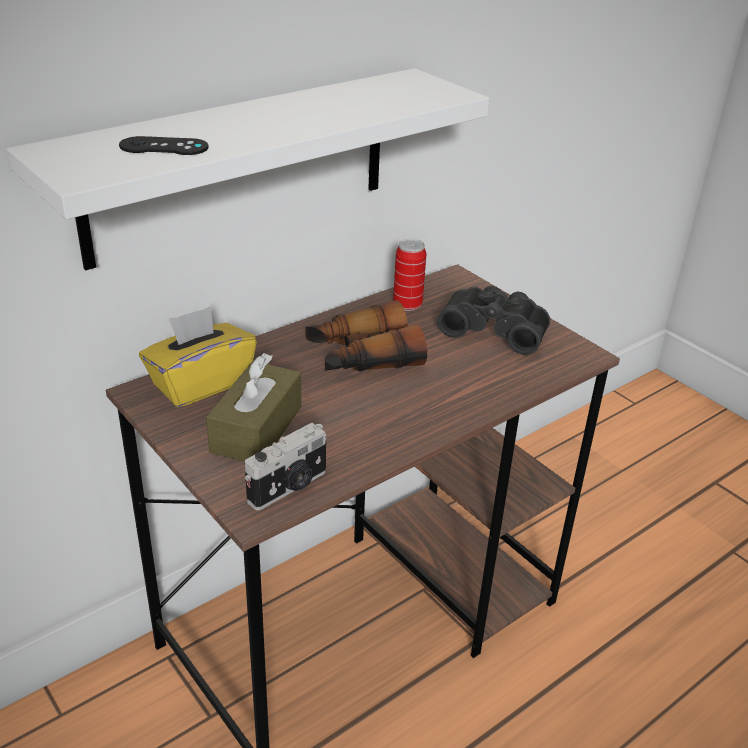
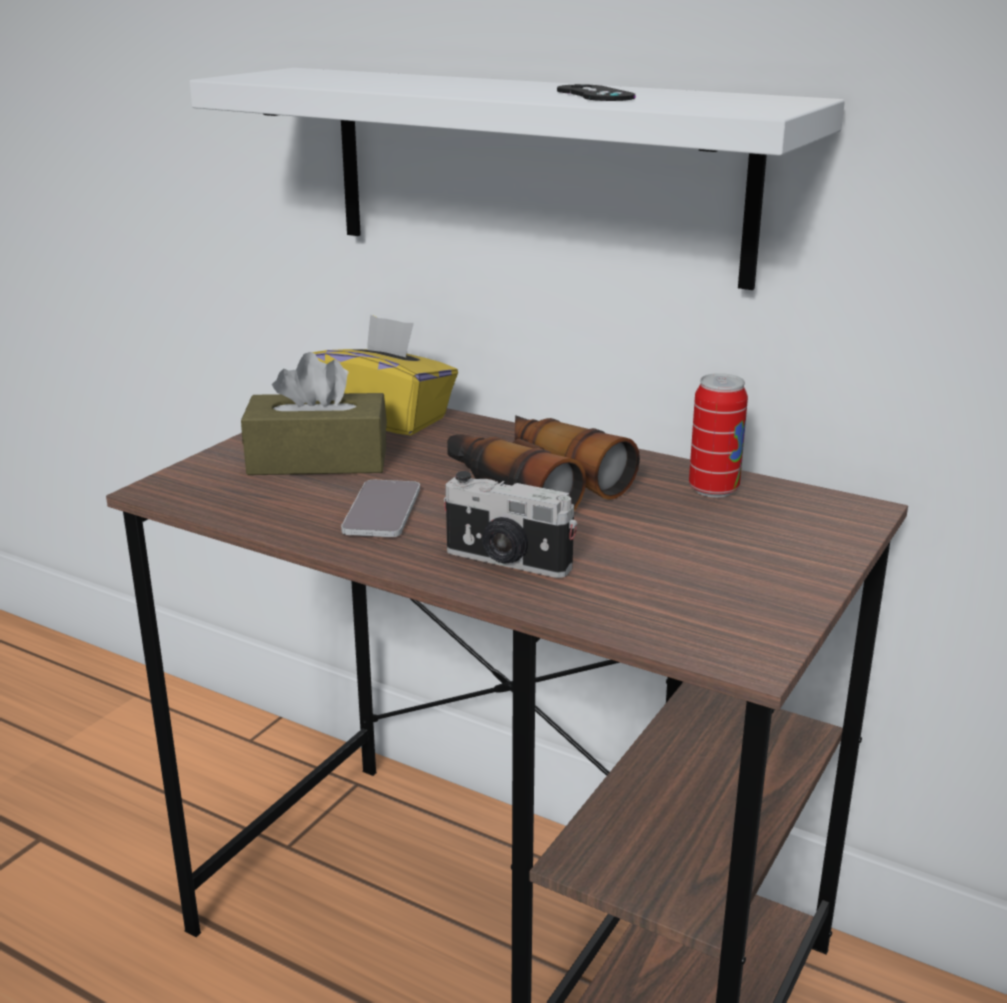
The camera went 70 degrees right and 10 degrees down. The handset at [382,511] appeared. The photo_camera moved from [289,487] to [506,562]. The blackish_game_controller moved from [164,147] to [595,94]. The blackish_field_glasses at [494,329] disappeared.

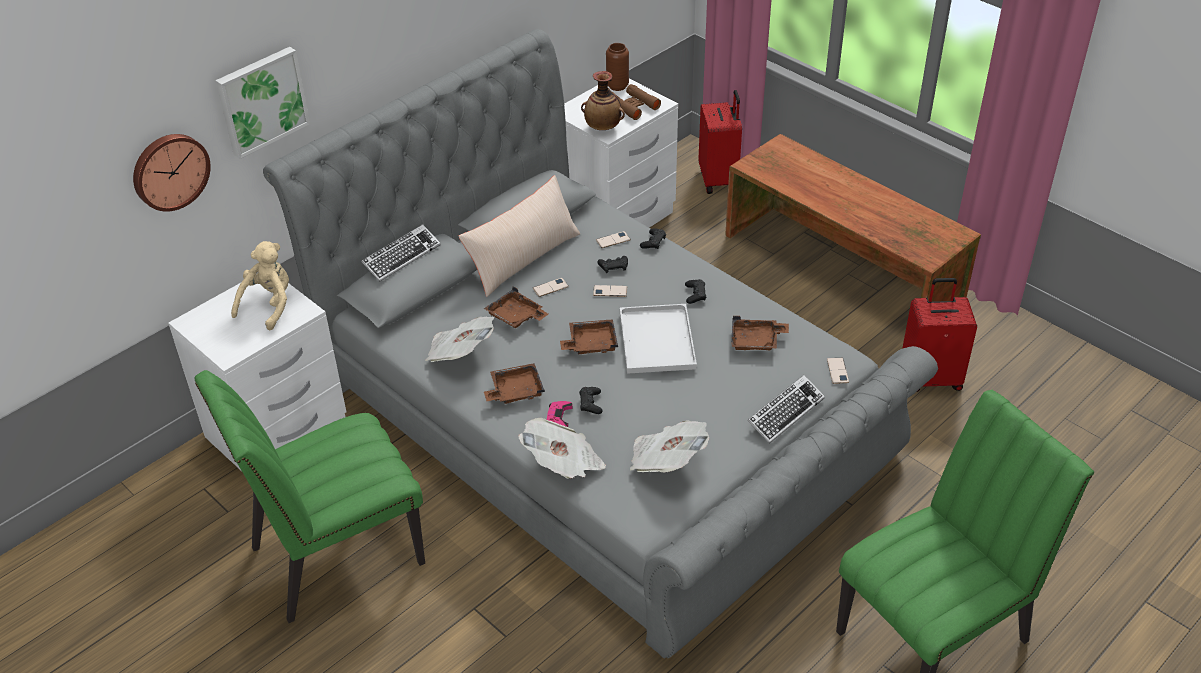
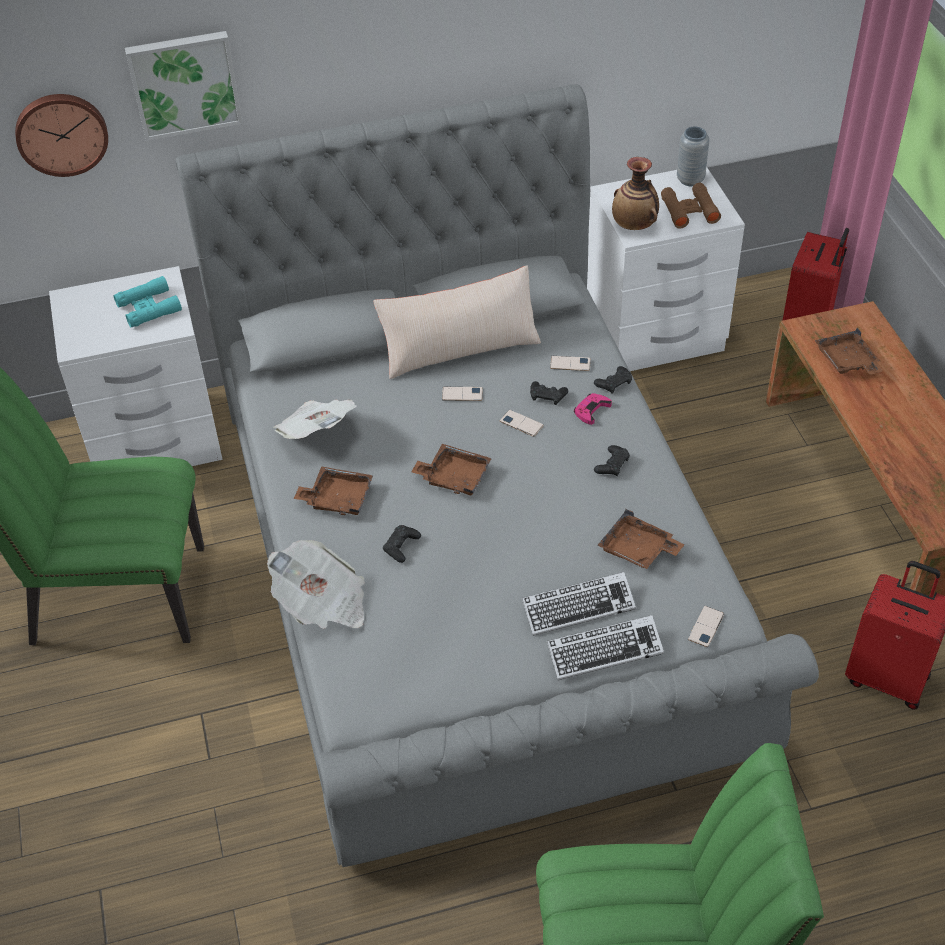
The camera went 30 degrees right and 5 degrees up. The beige_cuddly_toy at [269,305] was replaced by the blue-green_field_glasses at [148,308]. The computer_keyboard moved from [401,257] to [578,607]. The pink_game_controller moved from [558,417] to [591,410]. The brown-coloured_flower_vase at [617,86] became the gray_flower_vase at [690,180]. The brown-coloured_serving_tray moved from [516,316] to [847,361]. The whitish_serving_tray at [655,339] disappeared. The daily_paper at [666,461] disappeared.

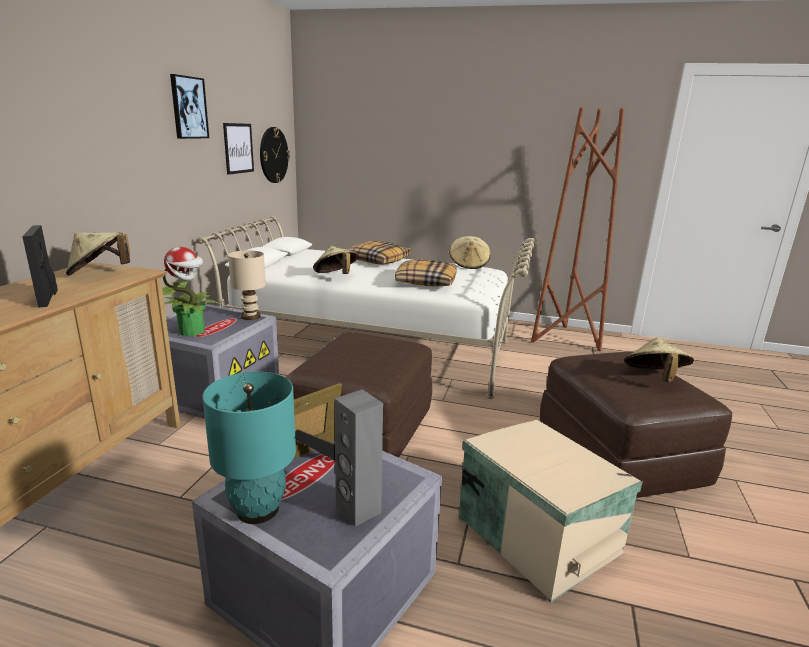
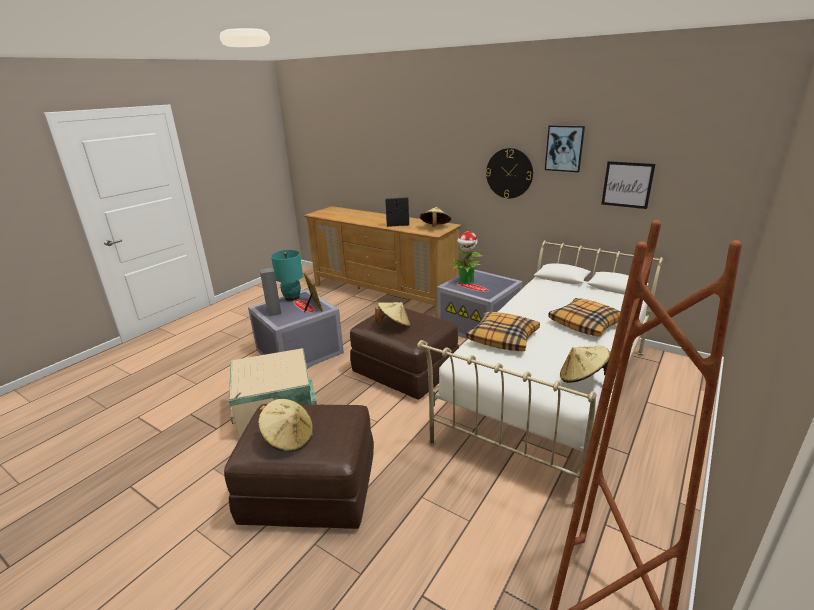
The camera went 110 degrees right and 5 degrees up. The beige_wearable_hat moved from [335,276] to [394,325]. The hanging_clock moved from [273,155] to [509,173]. The beige_lamp_for_a_table at [251,316] disappeared.

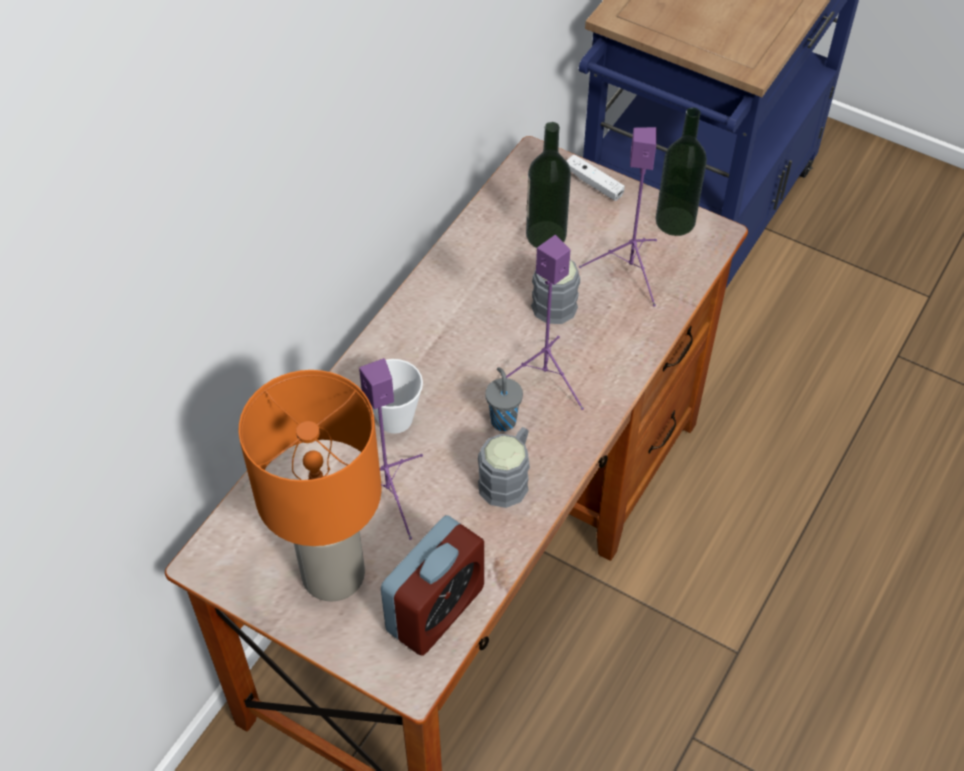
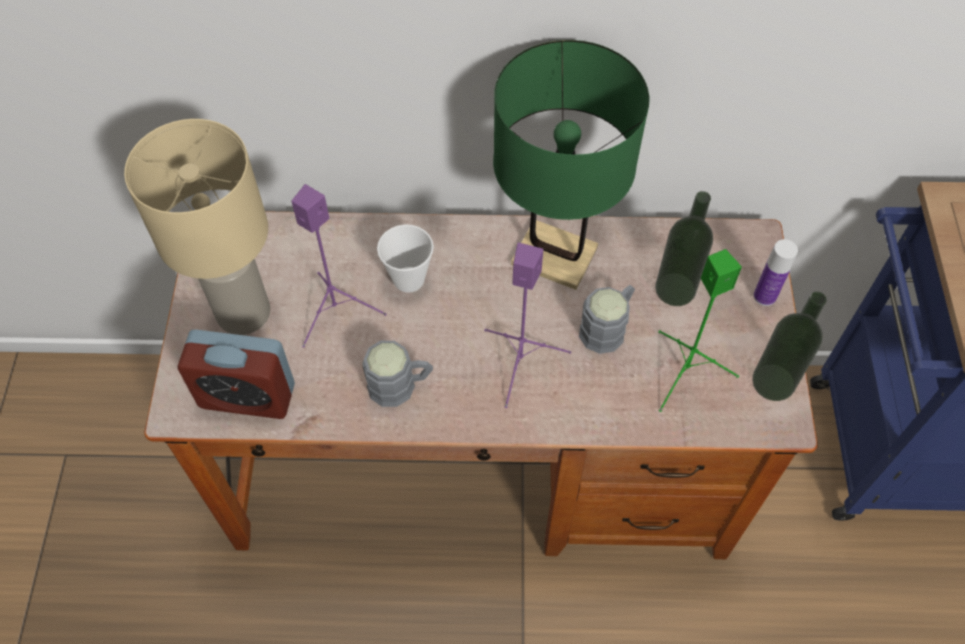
The camera went 60 degrees right and 5 degrees up. The orange-coloured_lamp_for_a_table at [333,576] became the beige_lamp_for_a_table at [242,313]. The green-coloured_lamp_for_a_table at [554,256] appeared. The purple-coloured_loudspeaker at [630,269] became the green-coloured_loudspeaker at [686,372]. The whitish_game_controller at [593,183] was replaced by the beverage_bottle at [764,296]. The gray_small_cup at [503,419] disappeared.

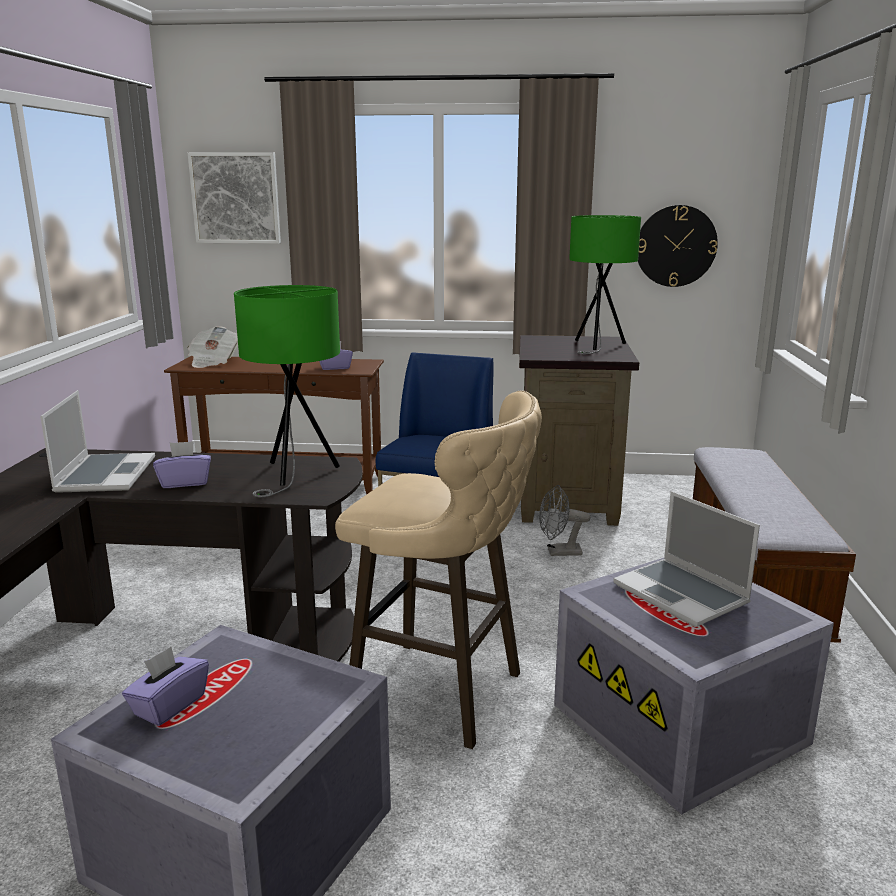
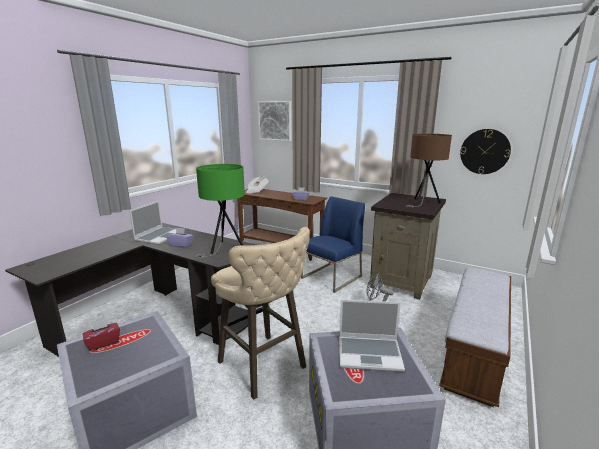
The camera went 25 degrees right and 0 degrees up. The purple-coloured_tissue_holder at [169,705] became the red-coloured_tissue_holder at [103,342]. The laptop at [682,594] turned 75 degrees counterclockwise. The green-coloured_lamp_for_a_table at [597,346] became the brown-coloured_lamp_for_a_table at [422,203].

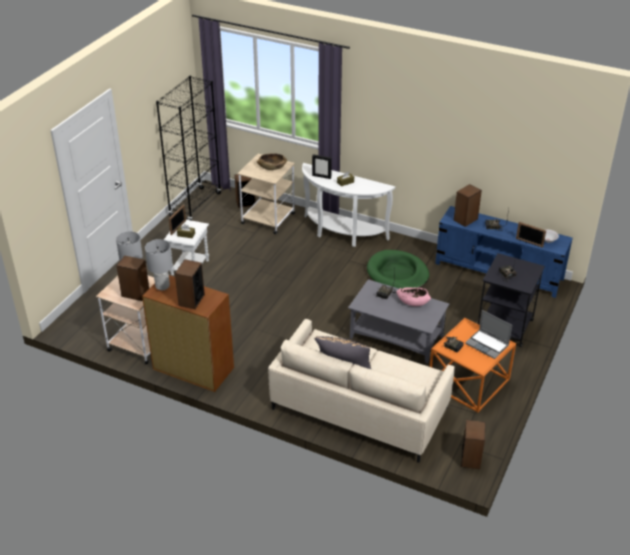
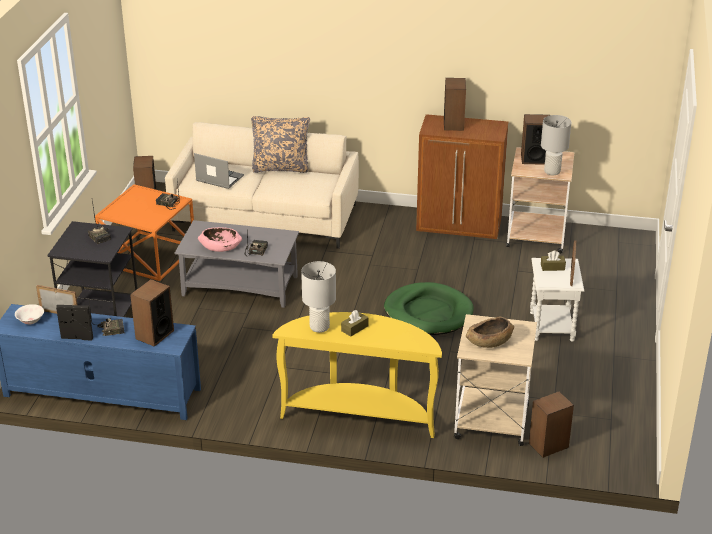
The camera went 165 degrees right and 5 degrees down. The picture_frame moved from [321,176] to [77,338]. The laptop moved from [487,345] to [219,179]. The whitish_narrow_table at [341,233] became the yellow_narrow_table at [360,415]. The gray_lamp_for_a_table moved from [162,287] to [319,329]. The green-coloured_pet_bed moved from [397,273] to [428,313]. The blackish_shelving_unit at [195,205] disappeared.

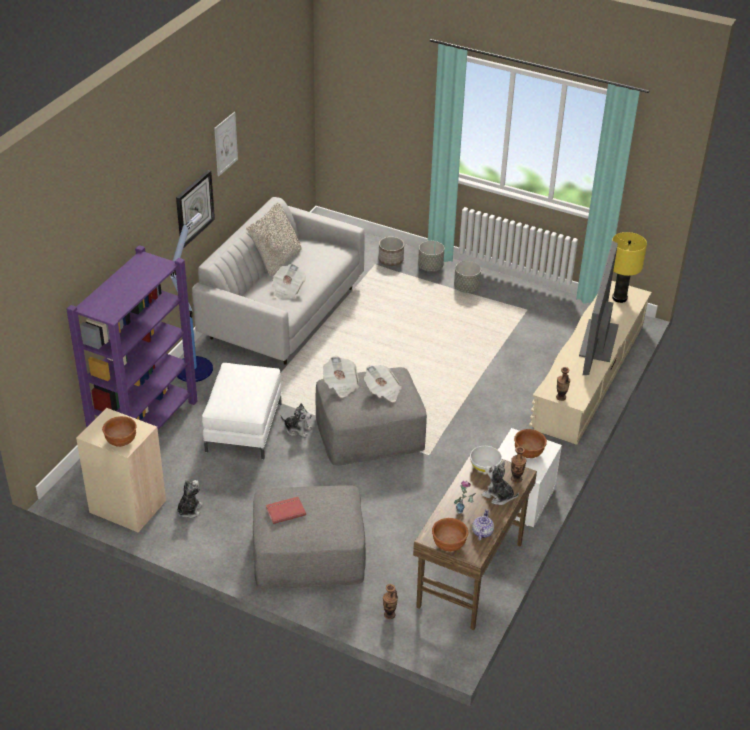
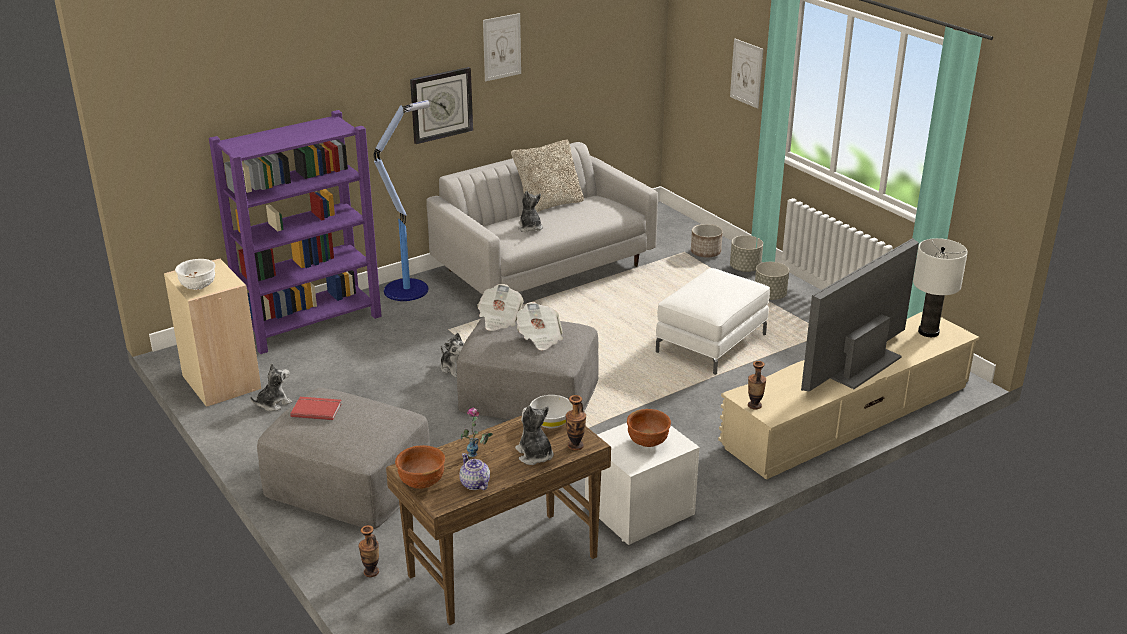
The camera went 30 degrees right and 10 degrees down. The brown-coloured_serving_bowl at [121,441] became the whitish_serving_bowl at [199,287]. The teapot at [482,532] turned 75 degrees counterclockwise. The daily_paper at [287,290] was replaced by the cuddly_toy at [530,228]. The whitish_footrest moved from [244,427] to [711,343]. The picture at [746,73] appeared. The yellow_lamp_for_a_table at [619,298] became the whitish_lamp_for_a_table at [928,332].

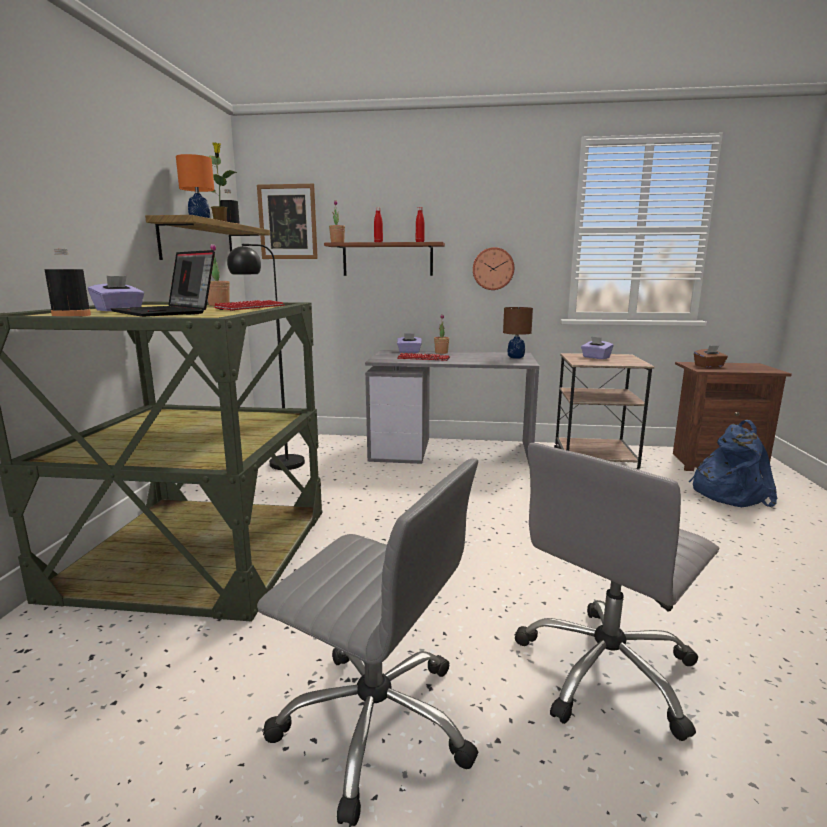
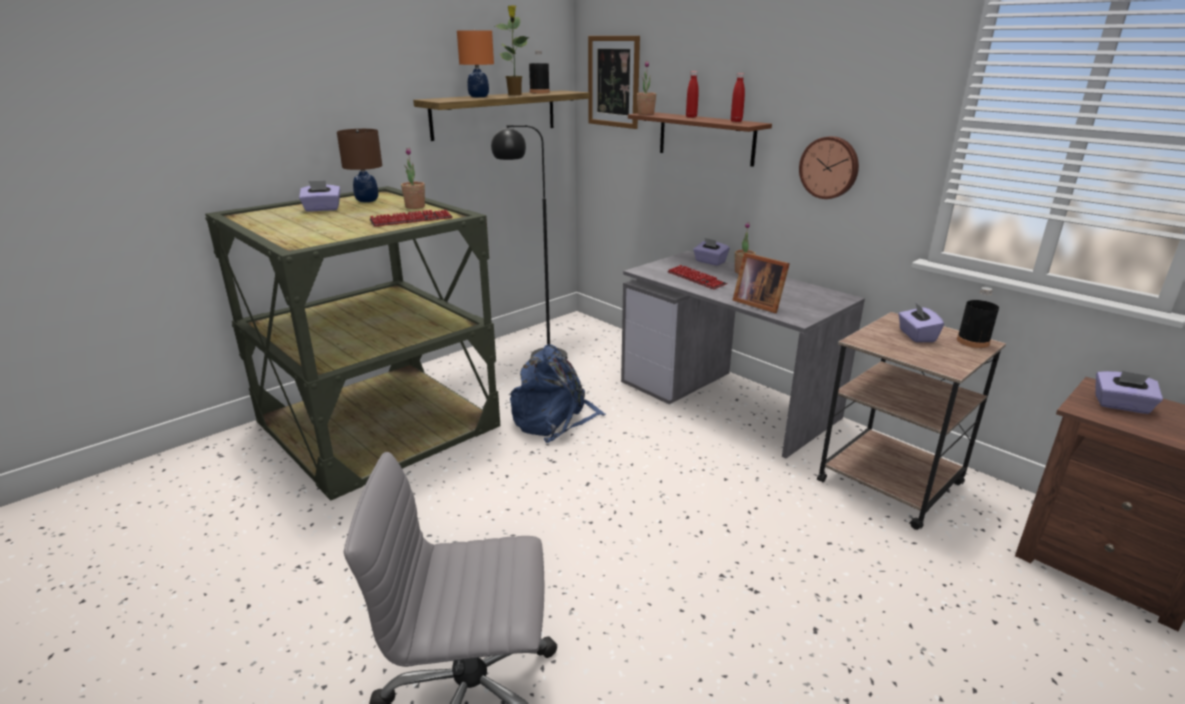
The camera went 40 degrees right and 10 degrees up. The brown-coloured_lamp_for_a_table moved from [516,357] to [368,201]. The blue-coloured_rucksack moved from [728,493] to [554,420]. The picture_frame at [758,303] appeared. The blackish_beverage_bottle moved from [71,315] to [972,342]. The brown-coloured_tissue_holder at [709,366] became the purple-coloured_tissue_holder at [1121,405]. The laptop at [167,312] disappeared. The gray_desk_chair at [376,723] disappeared.

